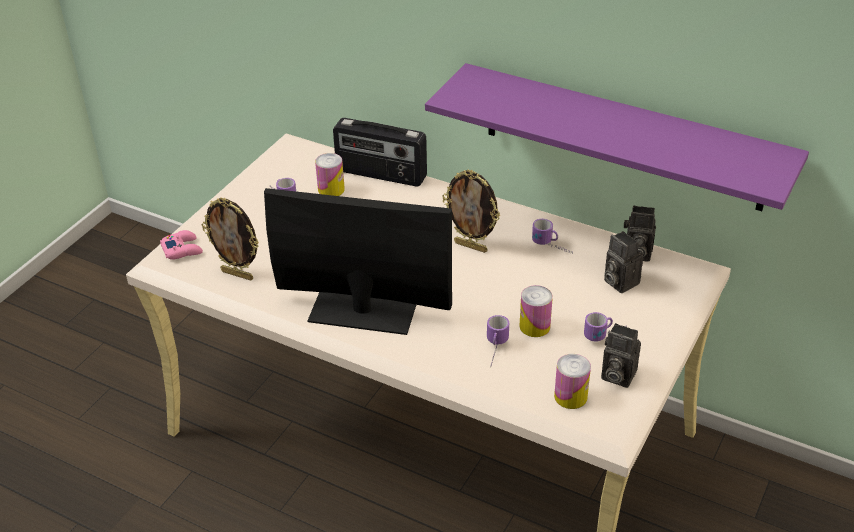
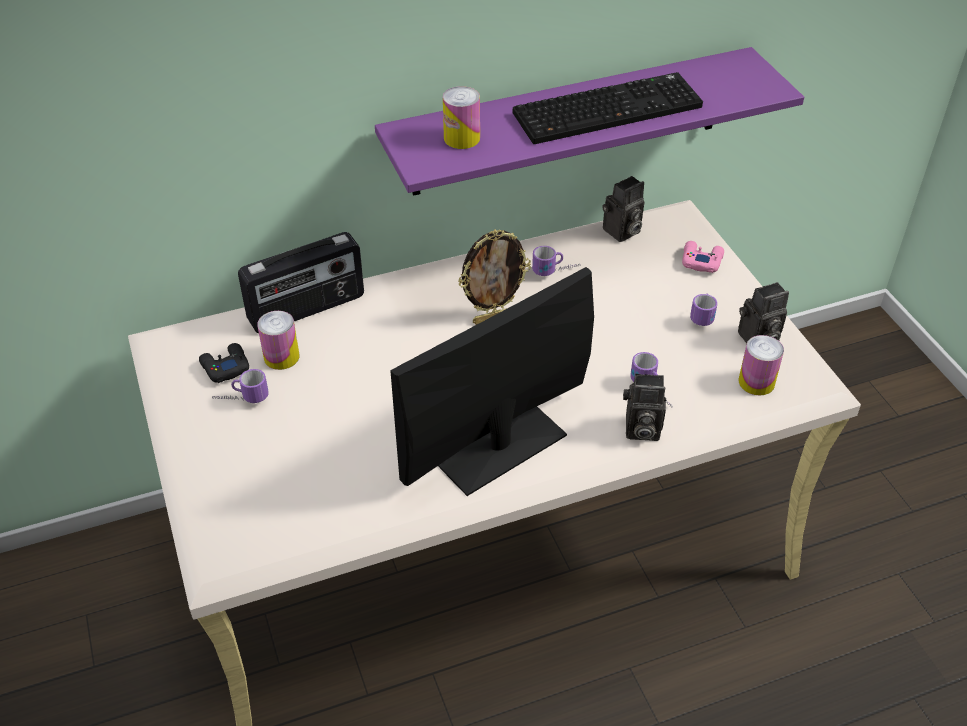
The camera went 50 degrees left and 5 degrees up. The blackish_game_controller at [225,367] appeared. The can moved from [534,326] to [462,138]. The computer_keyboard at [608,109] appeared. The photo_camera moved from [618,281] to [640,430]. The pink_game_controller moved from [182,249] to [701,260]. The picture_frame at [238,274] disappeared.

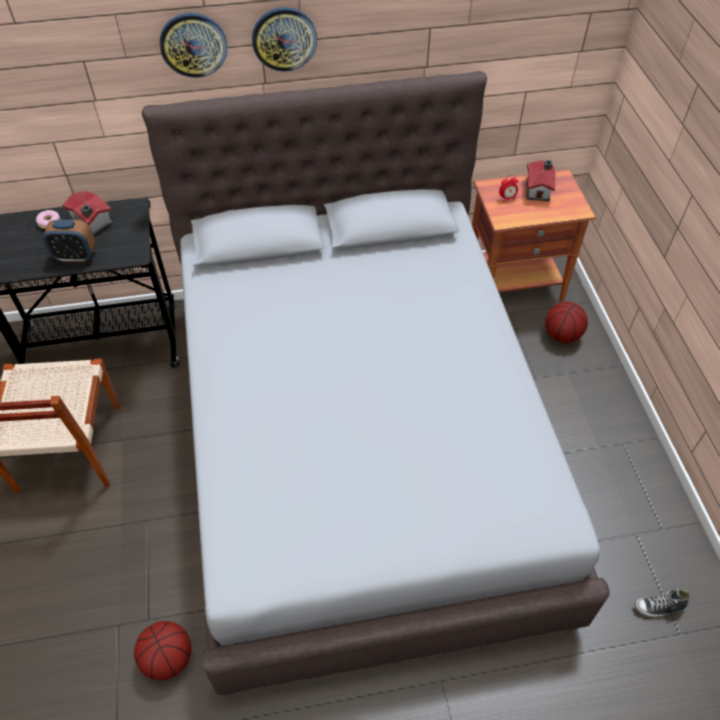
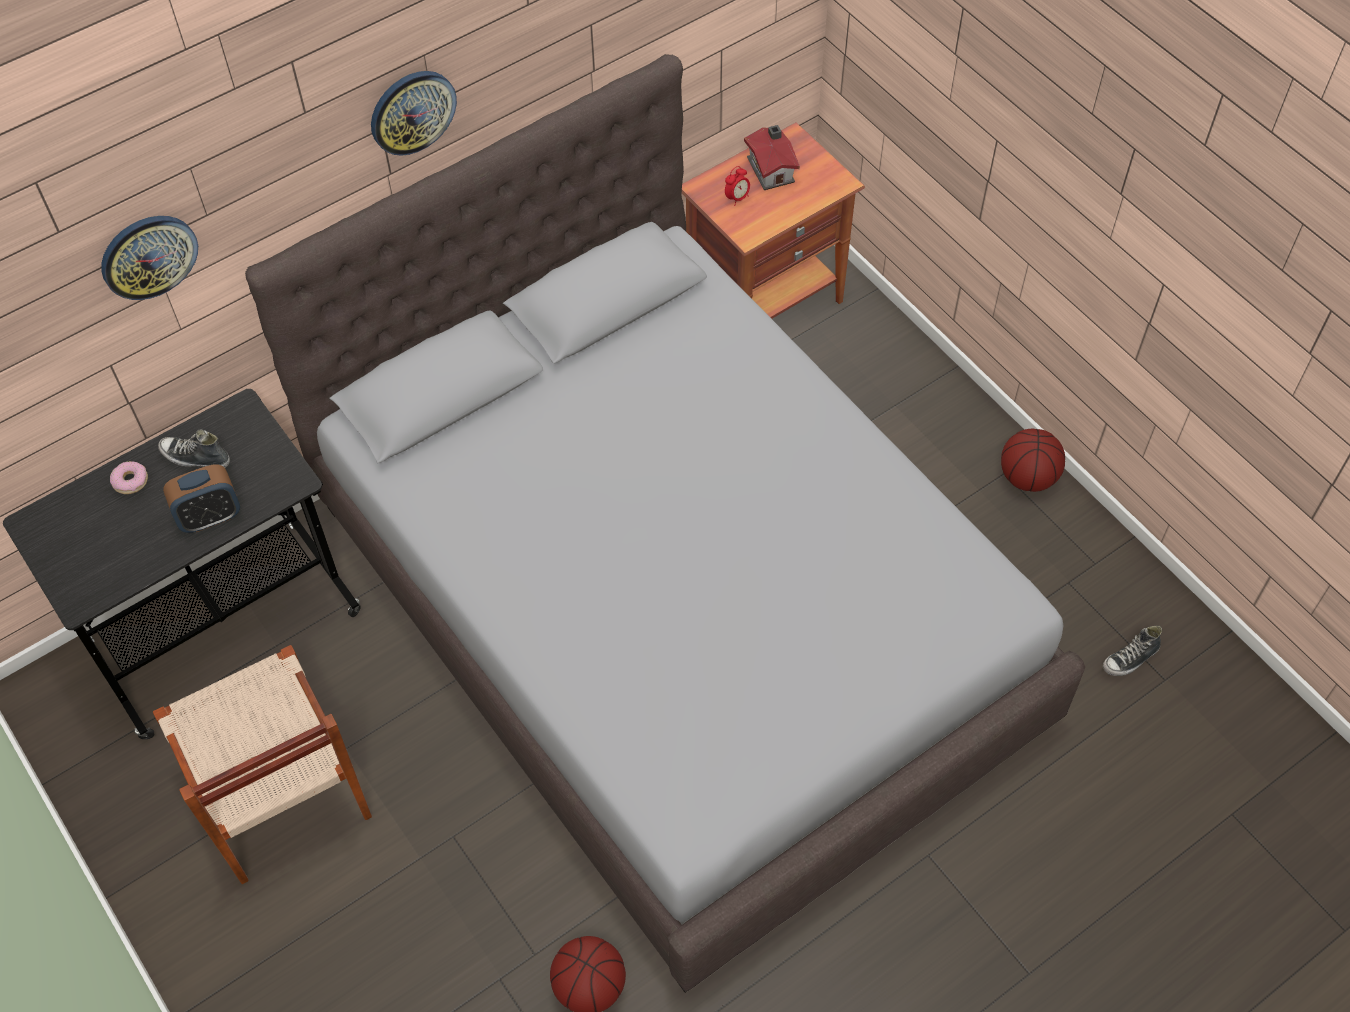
The camera went 25 degrees left and 5 degrees up. The hanging_clock moved from [193,44] to [148,256]. The toy_house at [91,222] was replaced by the shoe at [195,457]. The basketball moved from [562,335] to [1028,477].

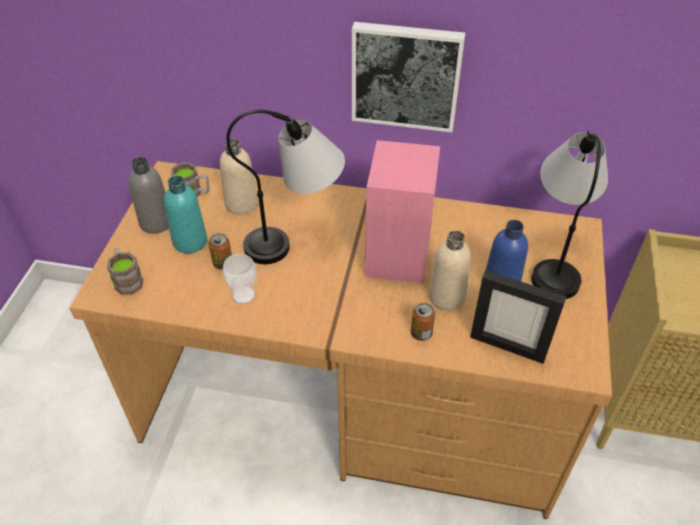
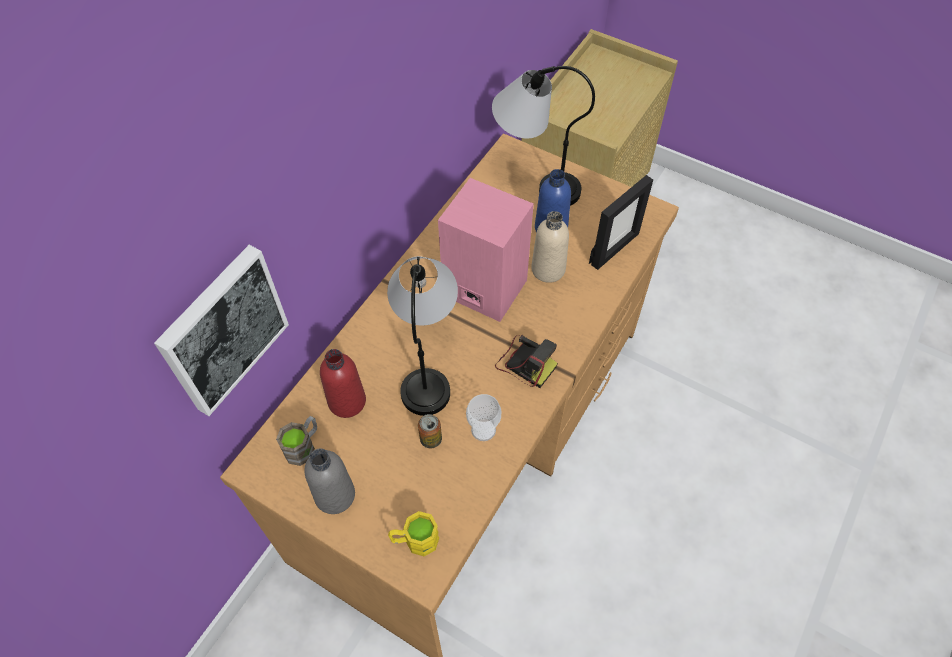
The camera went 70 degrees left and 10 degrees up. The picture moved from [406,75] to [222,329]. The beige_beverage_bottle at [241,204] became the red-coloured_beverage_bottle at [347,401]. The brown-coloured_tea_mug at [127,280] became the yellow_tea_mug at [415,540]. The photo_camera at [525,363] appeared. The blue-green_beverage_bottle at [190,241] disappeared. The can at [421,333] disappeared.

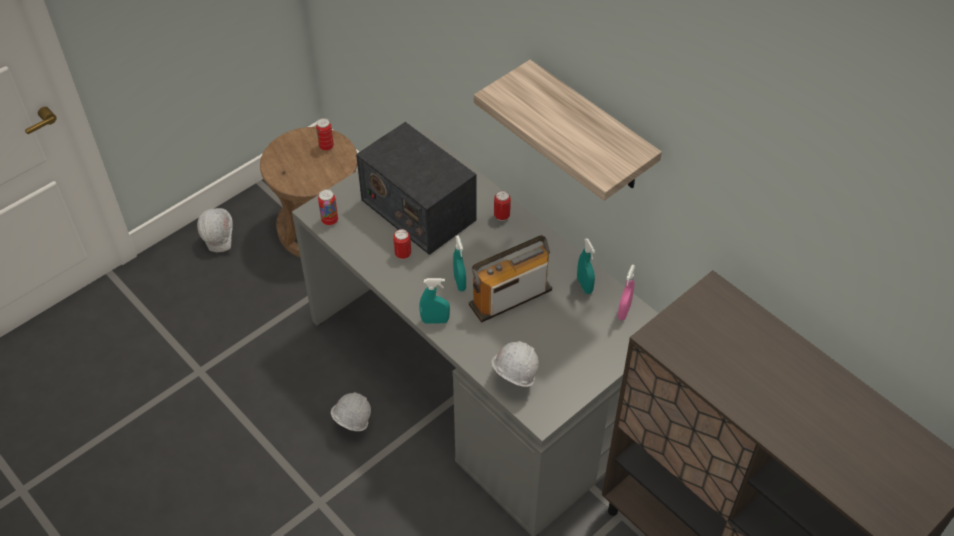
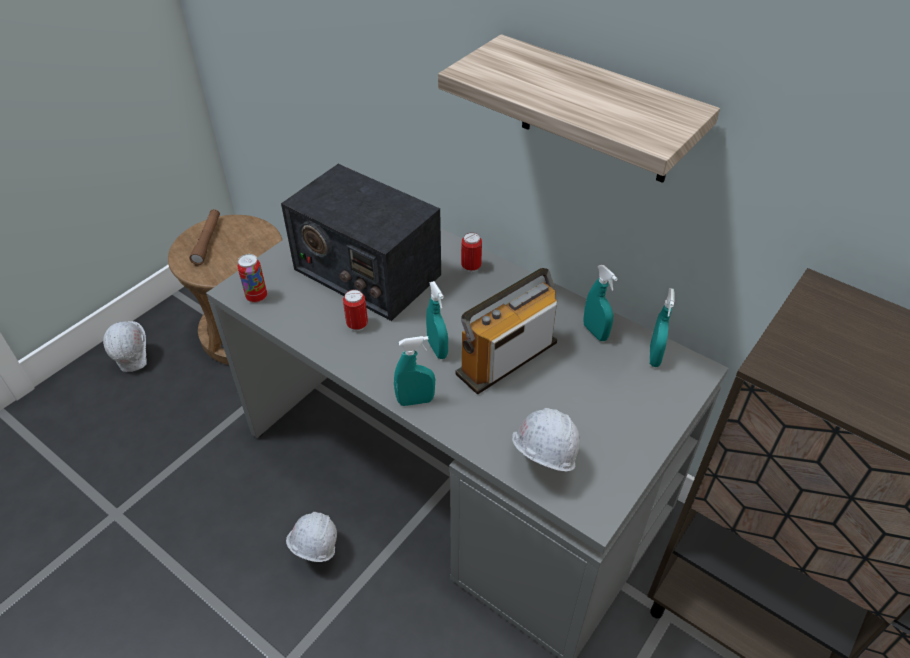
The camera went 10 degrees left and 5 degrees down. The brown-coloured_hand_torch at [207,241] appeared. The pink_hand_sprayer at [624,311] became the blue-green_hand_sprayer at [654,356]. The can at [326,146] disappeared.

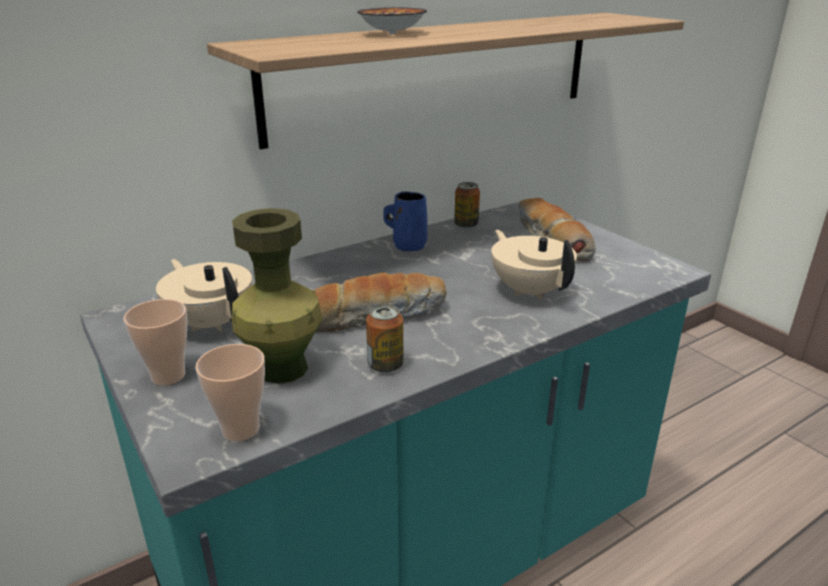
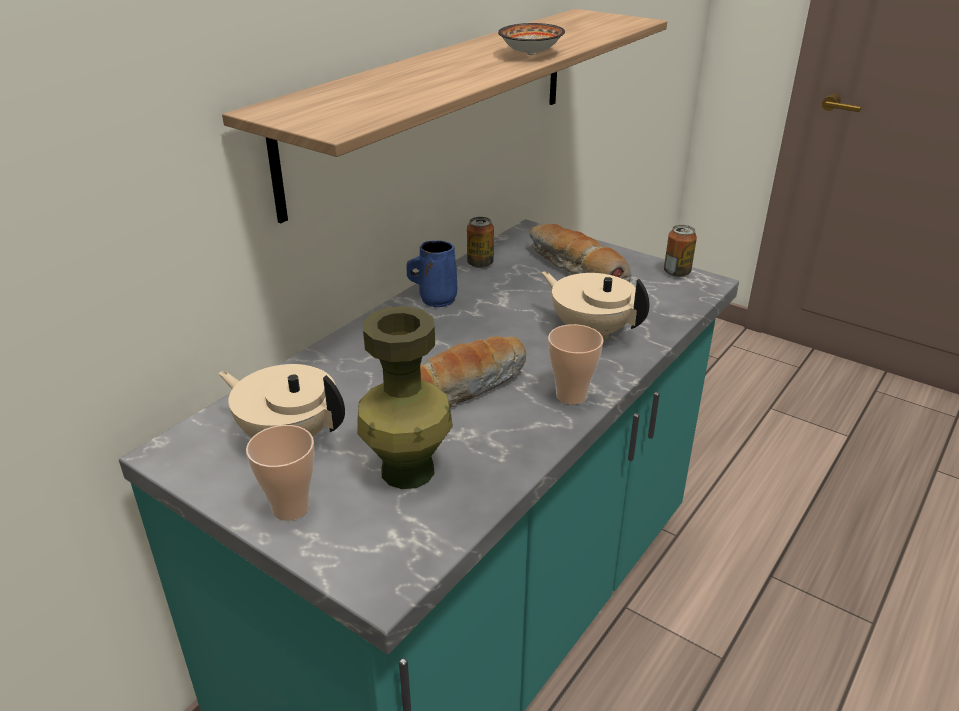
The camera went 20 degrees left and 5 degrees up. The serving_bowl moved from [390,33] to [529,54]. The small_cup moved from [240,429] to [571,396]. The can moved from [385,365] to [677,272].

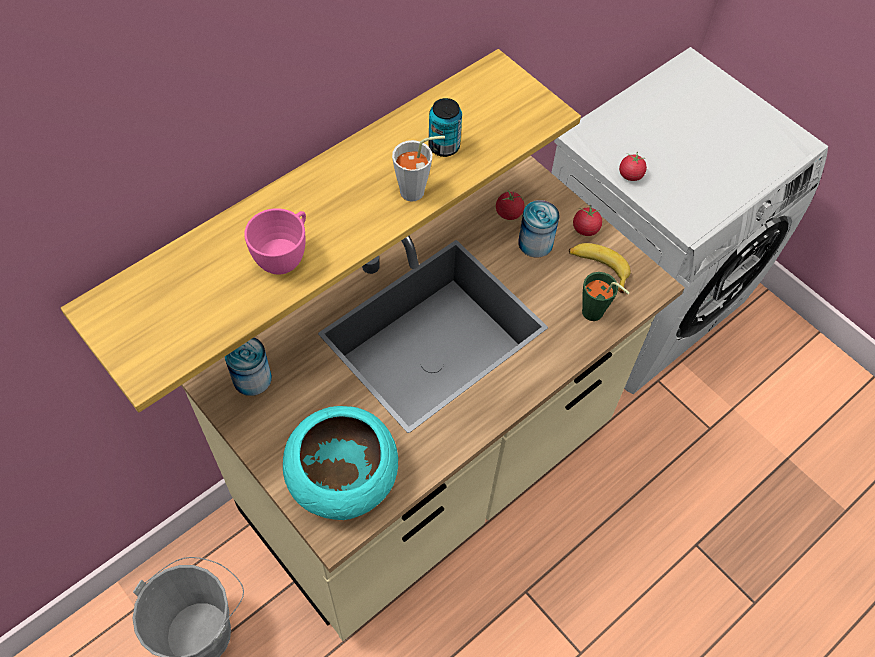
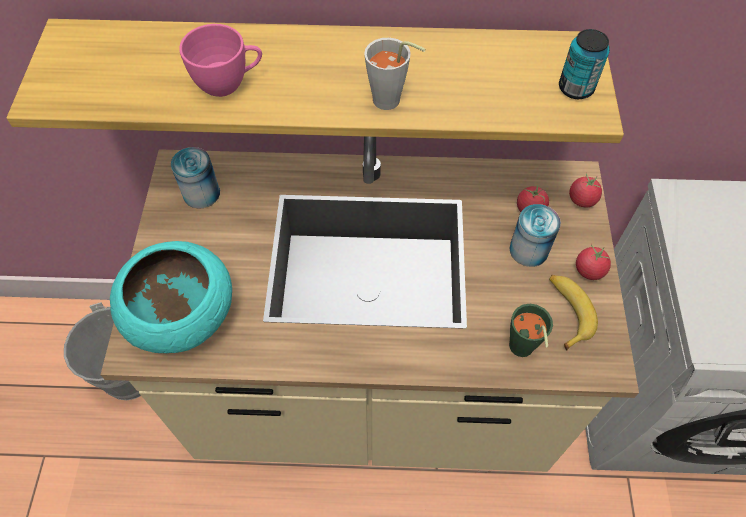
The camera went 45 degrees right and 0 degrees up. The can moved from [444,146] to [575,88]. The whole_tomato moved from [630,175] to [582,199].

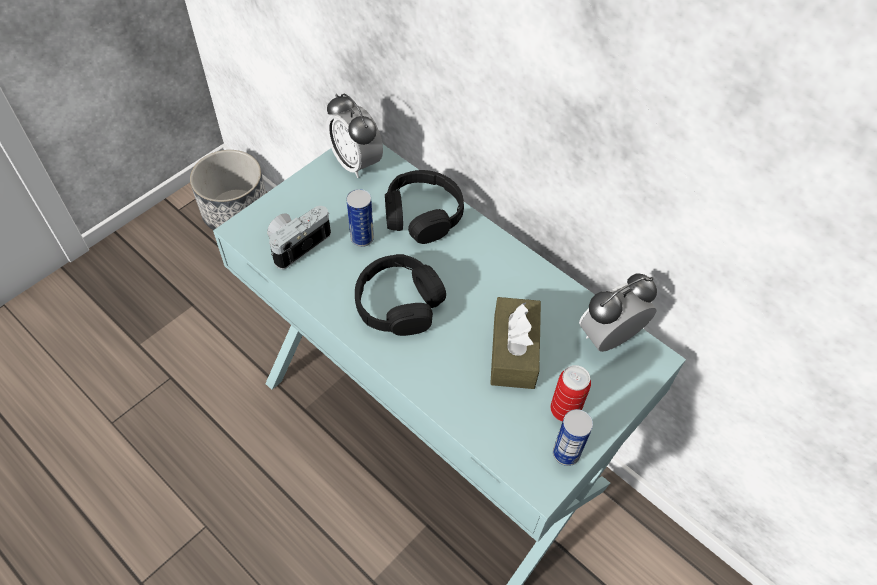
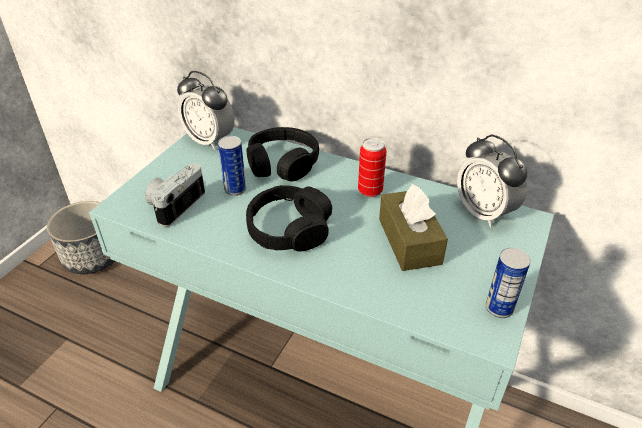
The camera went 15 degrees left and 15 degrees down. The can moved from [564,410] to [370,191]. The alarm_clock at [609,337] turned 75 degrees counterclockwise.

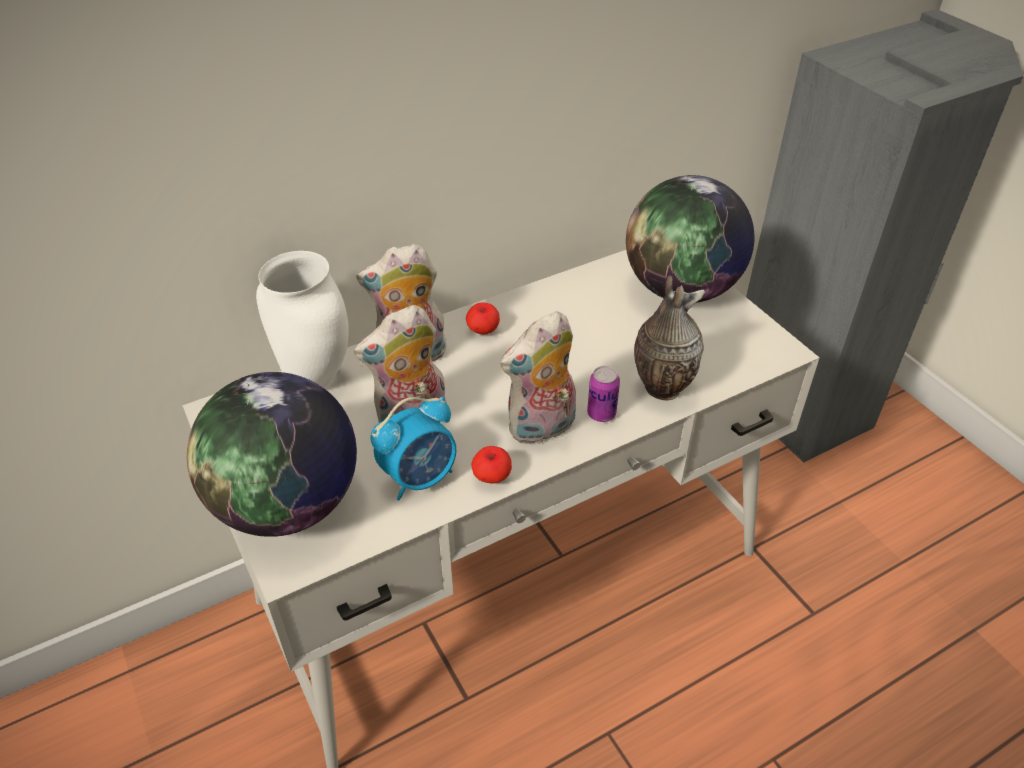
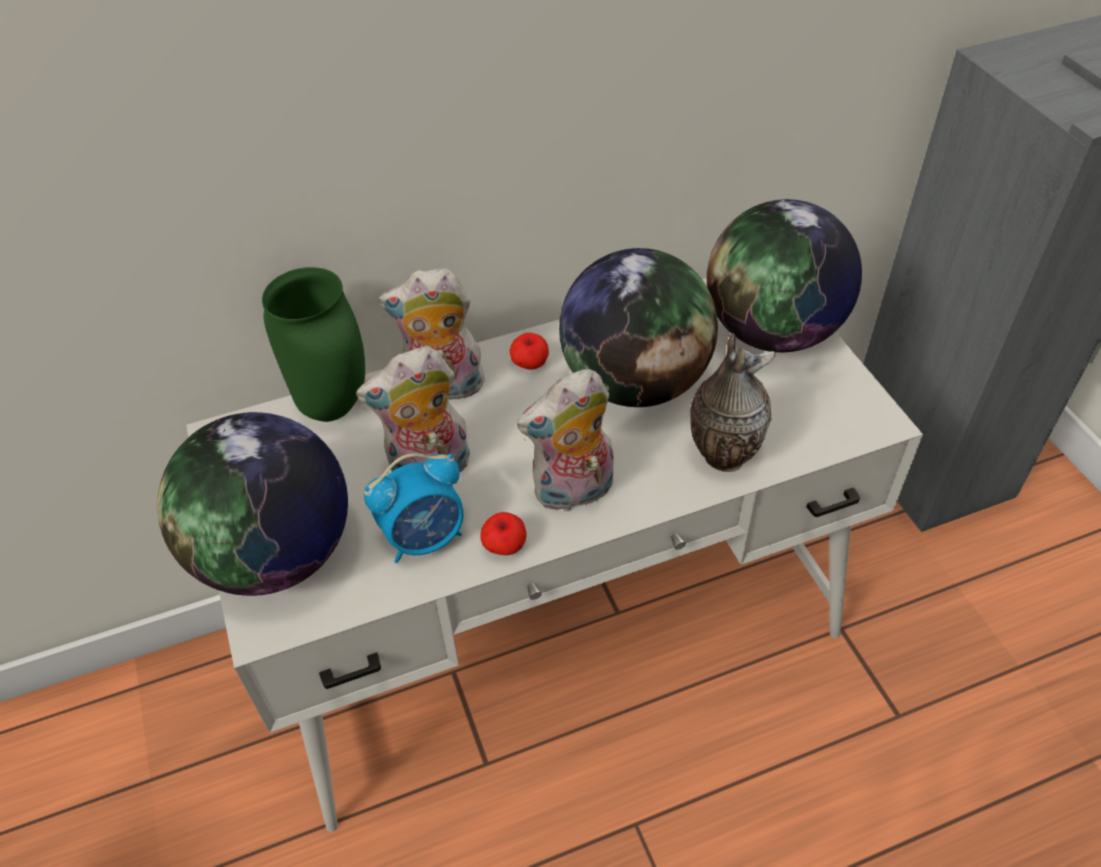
The camera went 10 degrees right and 5 degrees up. The whitish_flower_vase at [314,380] became the green-coloured_flower_vase at [332,408]. The desk_globe at [635,382] appeared. The can at [601,414] disappeared.

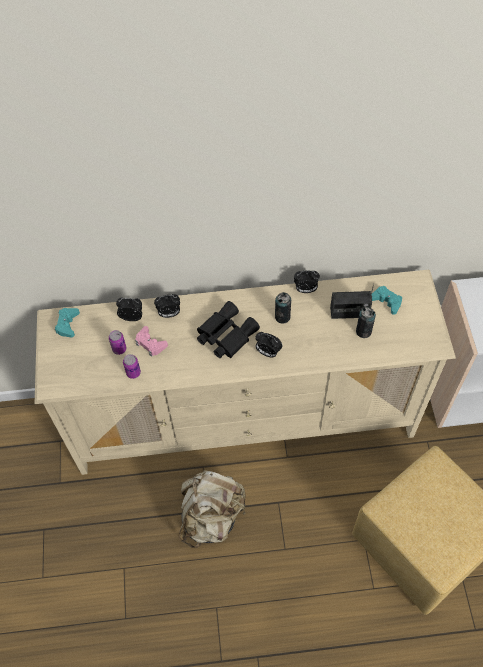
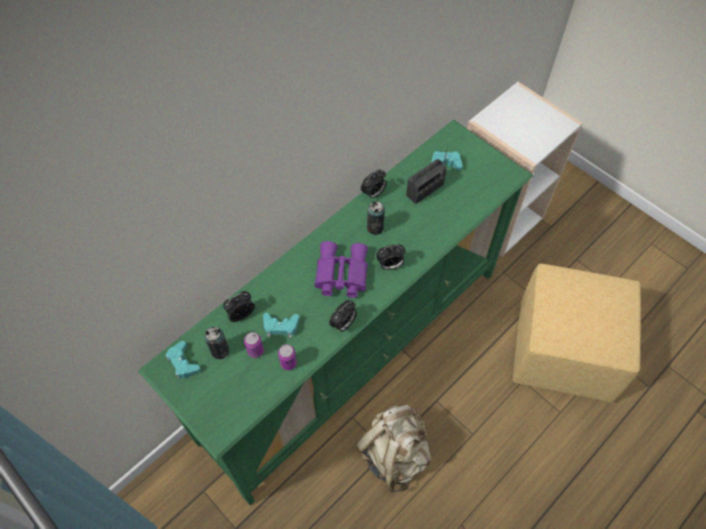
The camera went 40 degrees left and 0 degrees up. The beige_drawer_chest at [244,418] became the green-coloured_drawer_chest at [352,352]. The can moved from [363,331] to [220,351]. The pink_game_controller at [150,344] became the blue-green_game_controller at [280,326]. The blackish_field_glasses at [225,334] became the purple-coloured_field_glasses at [340,274]. The alarm_clock moved from [169,314] to [343,324].

